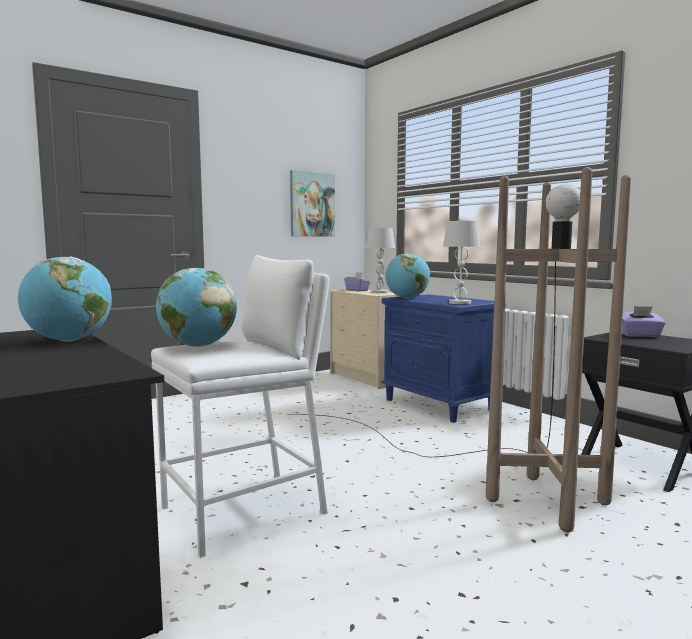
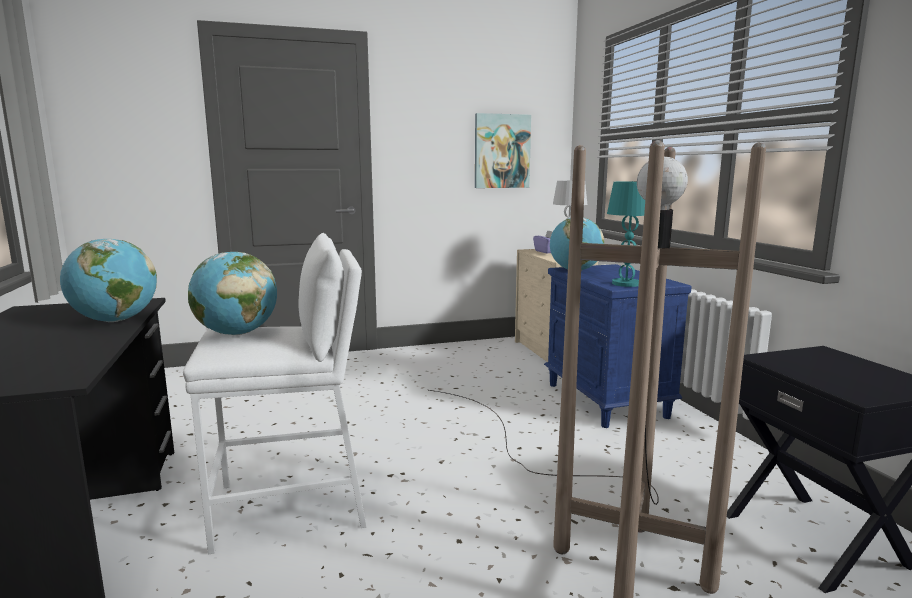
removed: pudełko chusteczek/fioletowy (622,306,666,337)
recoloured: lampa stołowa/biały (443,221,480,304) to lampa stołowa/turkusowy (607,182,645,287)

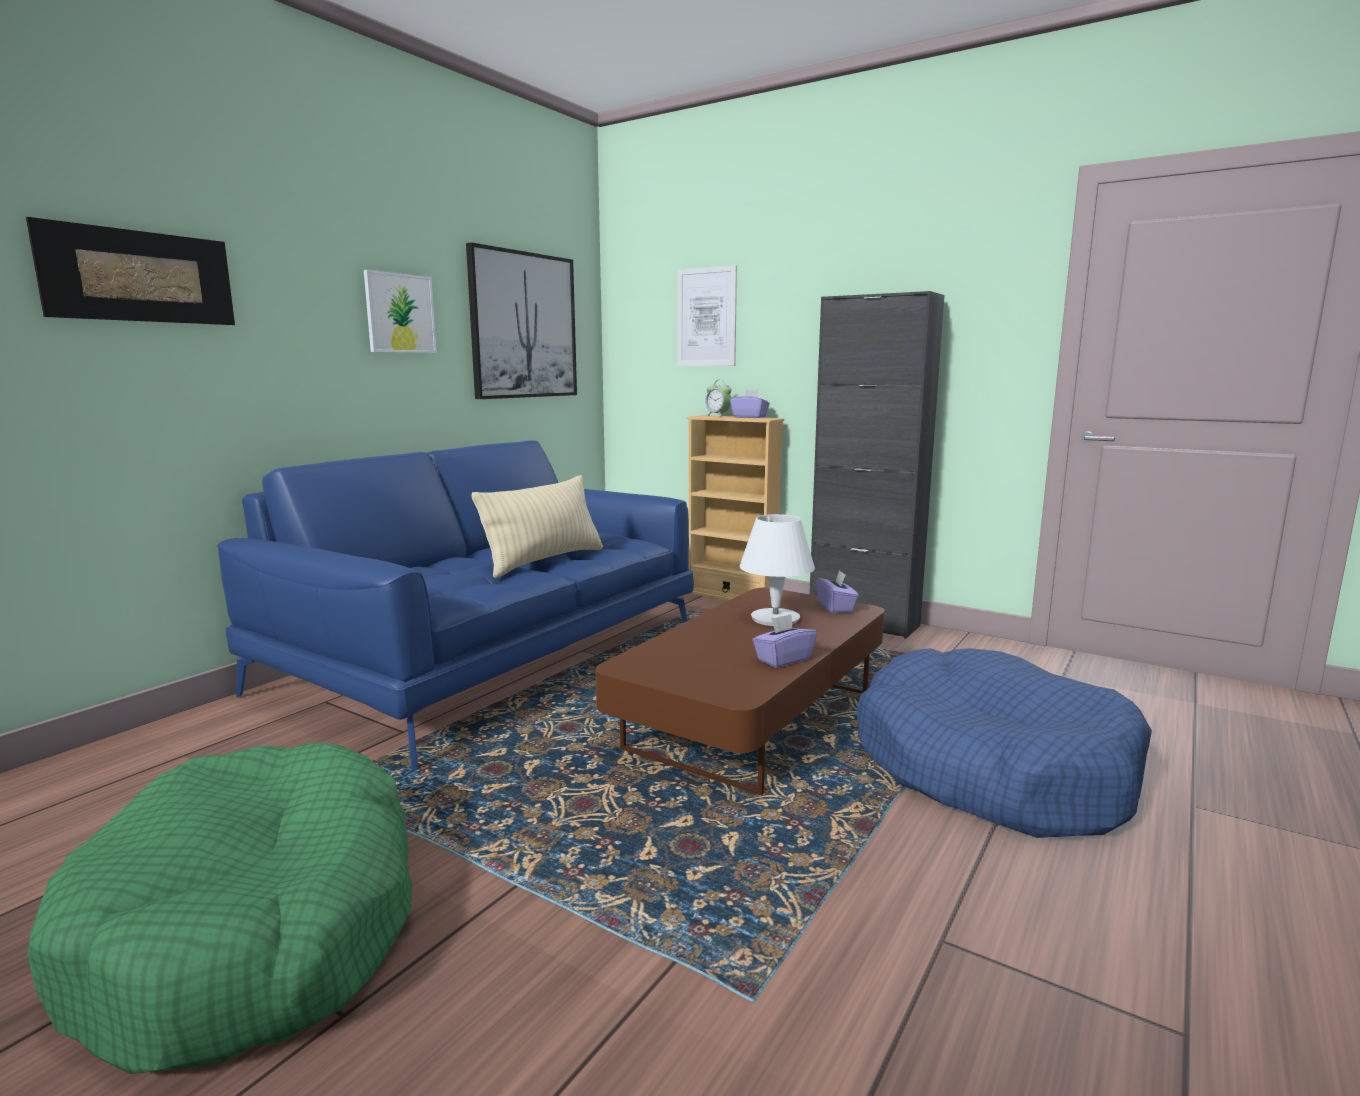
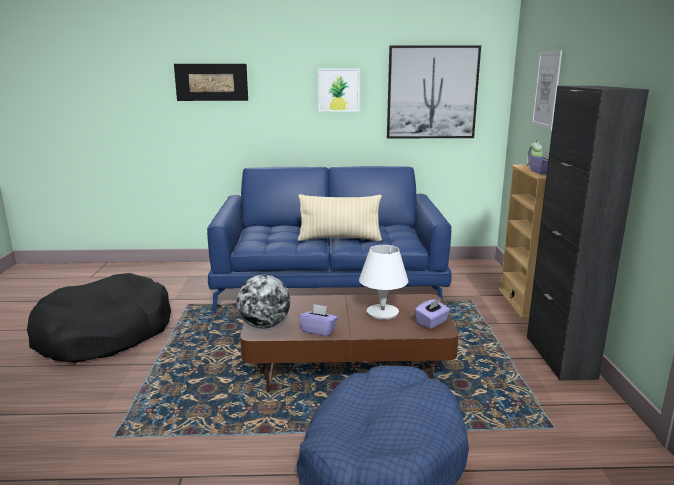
added: globus (236,275,290,329)
recoloured: legowisko/zielony (27,742,412,1074) to legowisko/czarny (27,273,171,363)

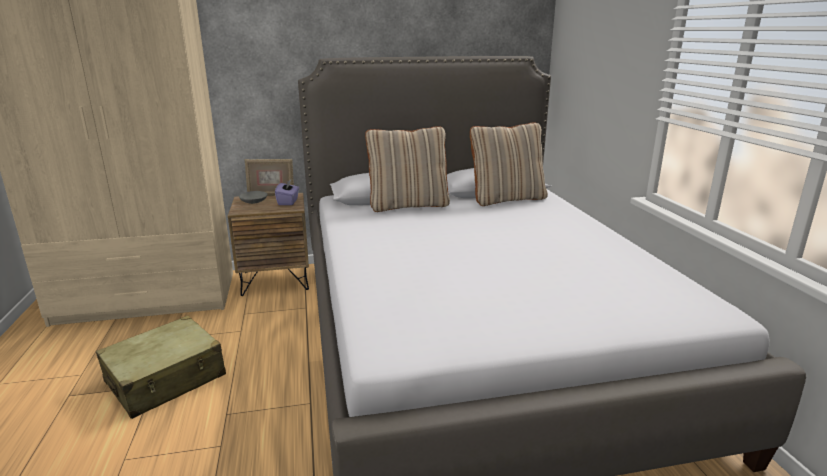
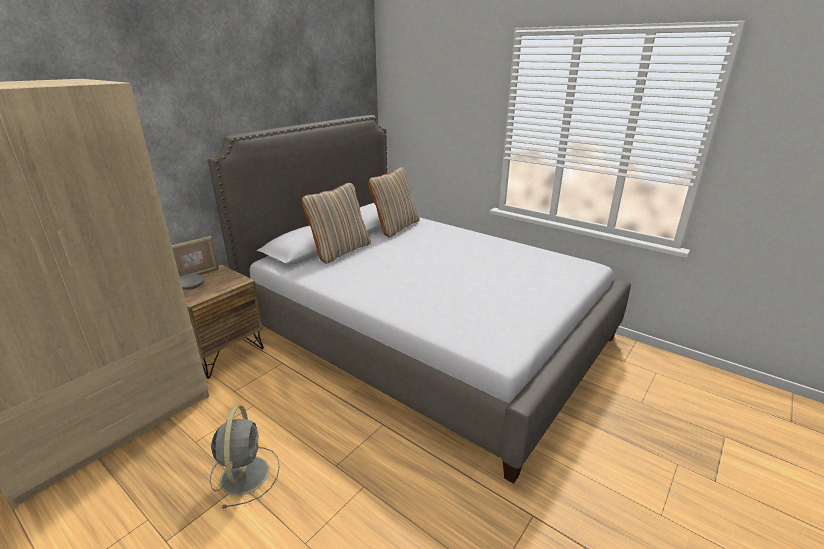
removed: pudełko chusteczek/fioletowy (275,178,299,205)
replaced: walizka/beżowy (96,316,226,419) to wentylator/szary (210,405,280,509)

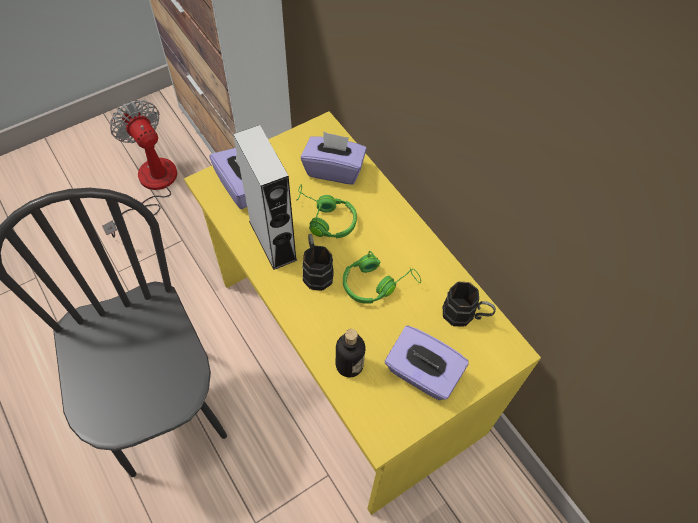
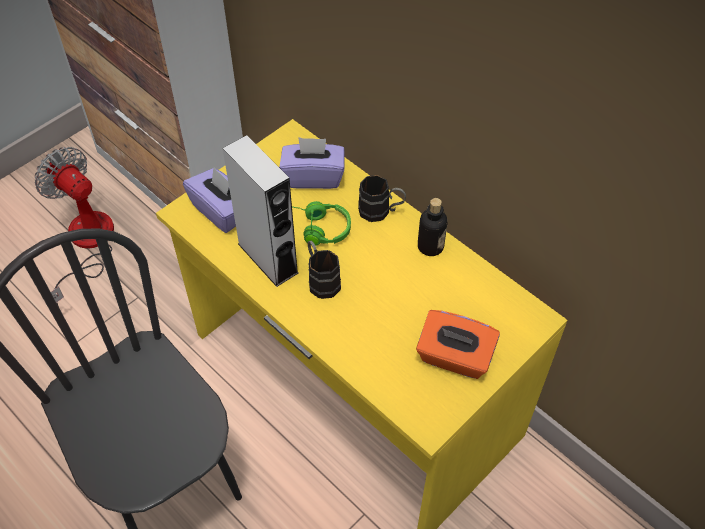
removed: słuchawki/zielony (343,251,421,304)
moved: butelka (336,329,365,377) to (418,198,448,256); kubek/czarny (443,282,496,327) to (358,175,406,222)
recoloured: pudełko chusteczek/fioletowy (385,325,469,400) to pudełko chusteczek/pomarańczowy (416,310,500,379)

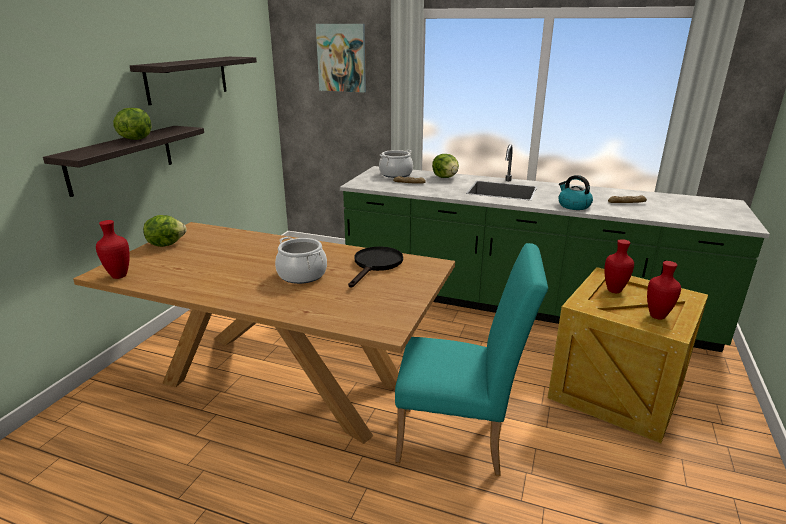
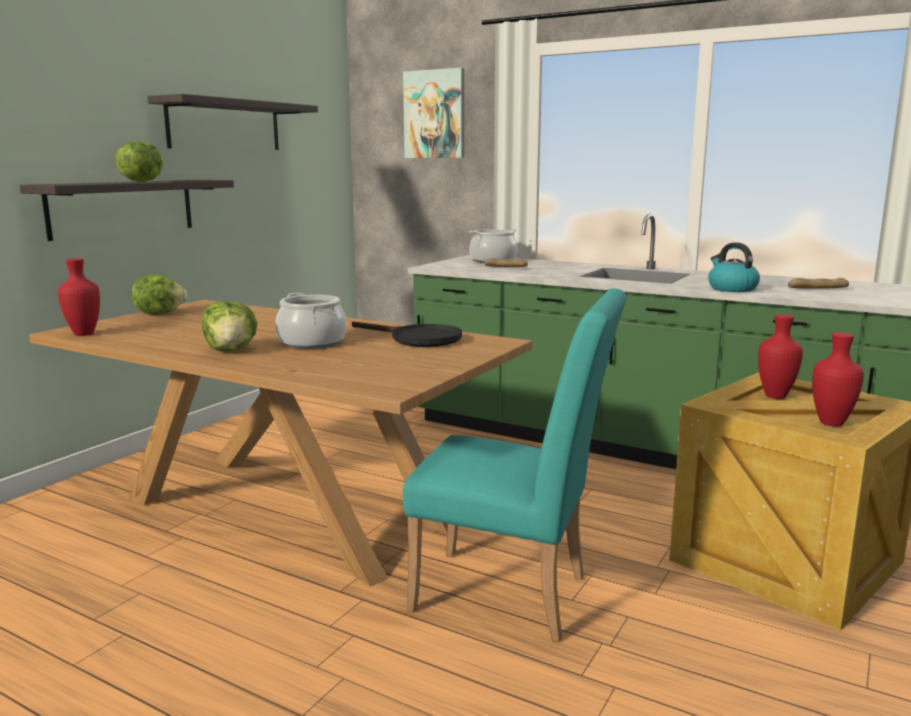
moved: sałata (432,154,459,178) to (202,301,257,351)
turned: patelnia/czarny (348,246,403,288) = (352,322,462,347) 90 degrees clockwise

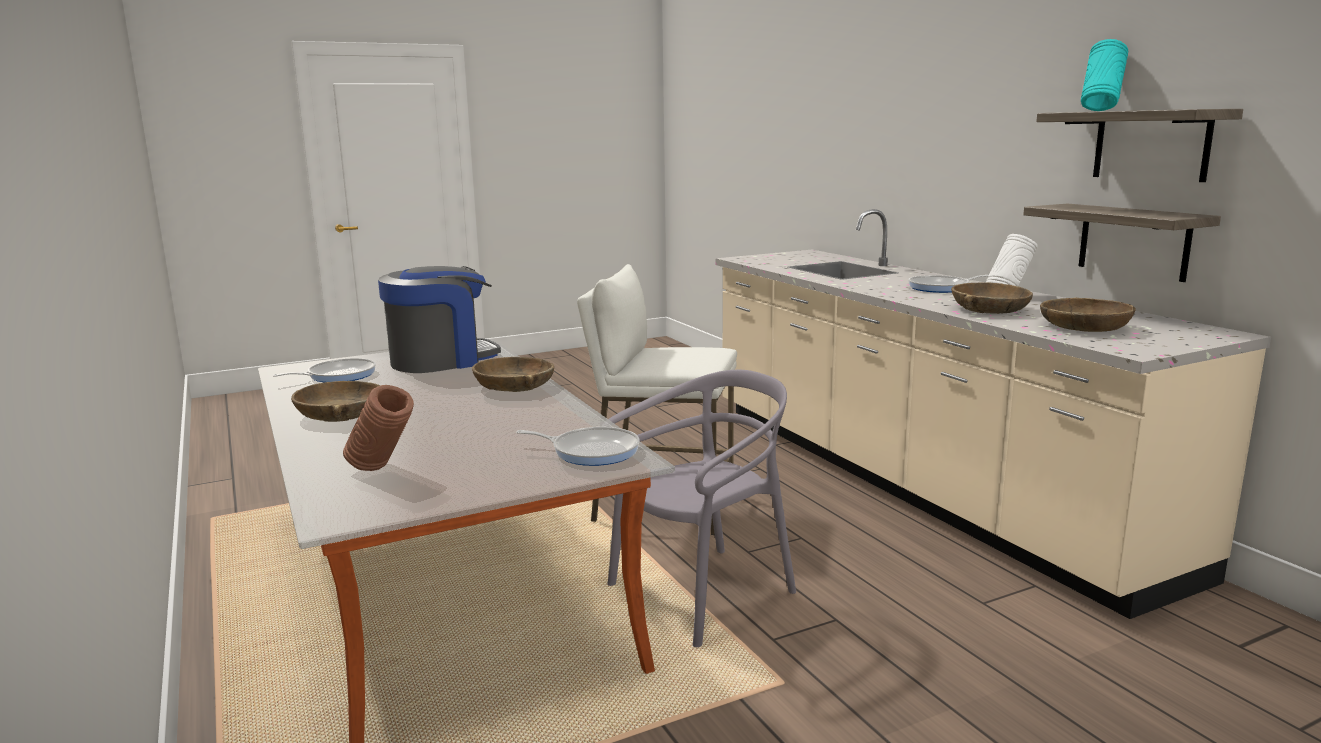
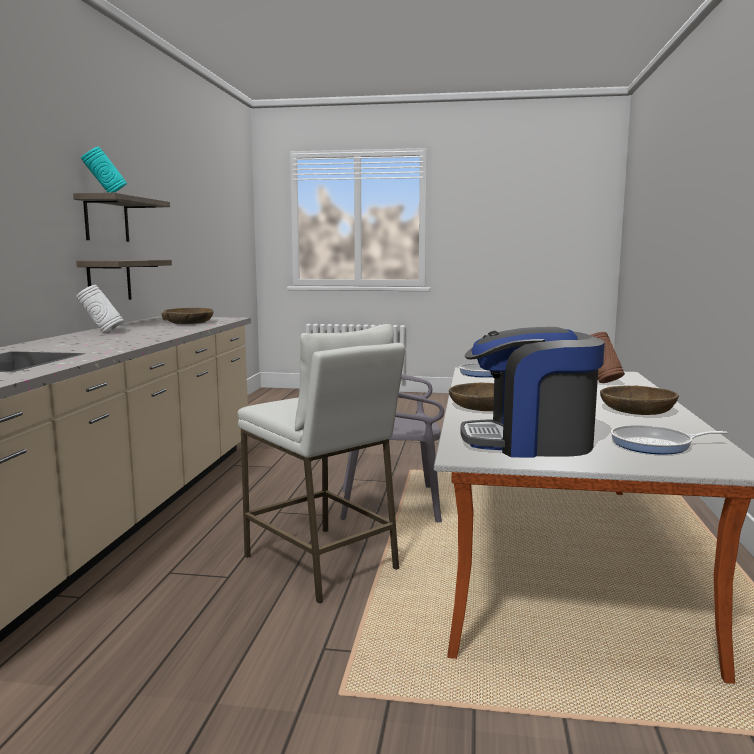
removed: patelnia (908,275,989,293); miska/brązowy (951,282,1033,314)

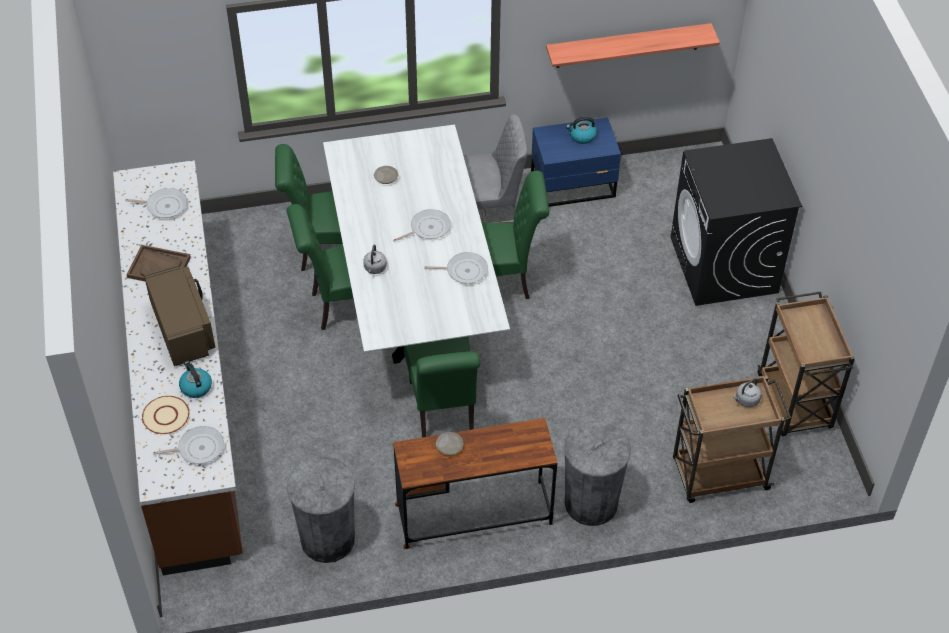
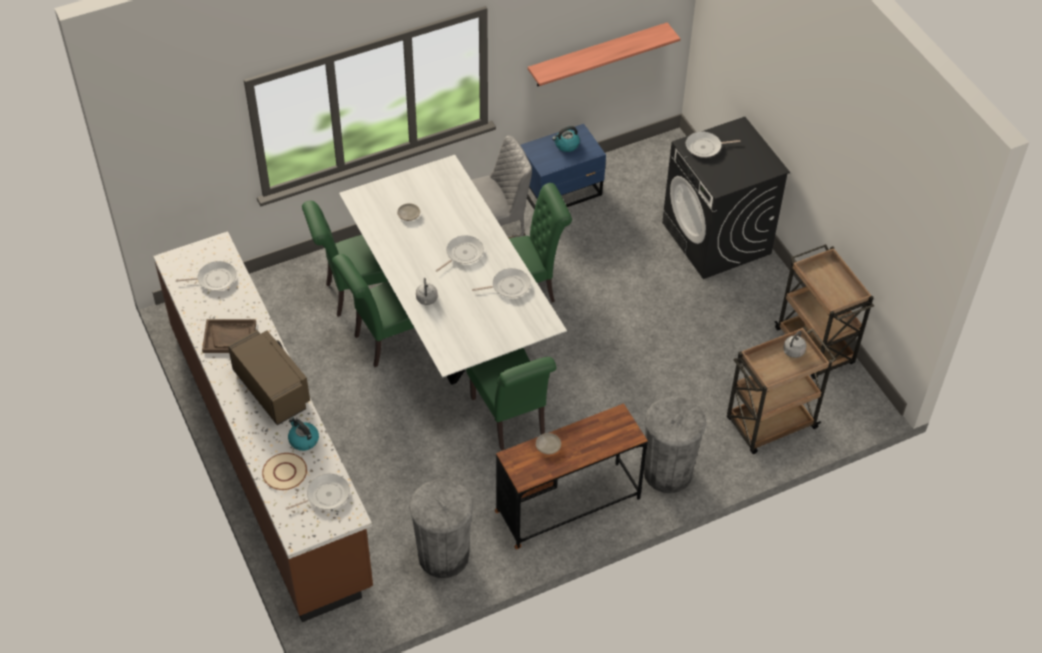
added: patelnia (686,131,741,158)

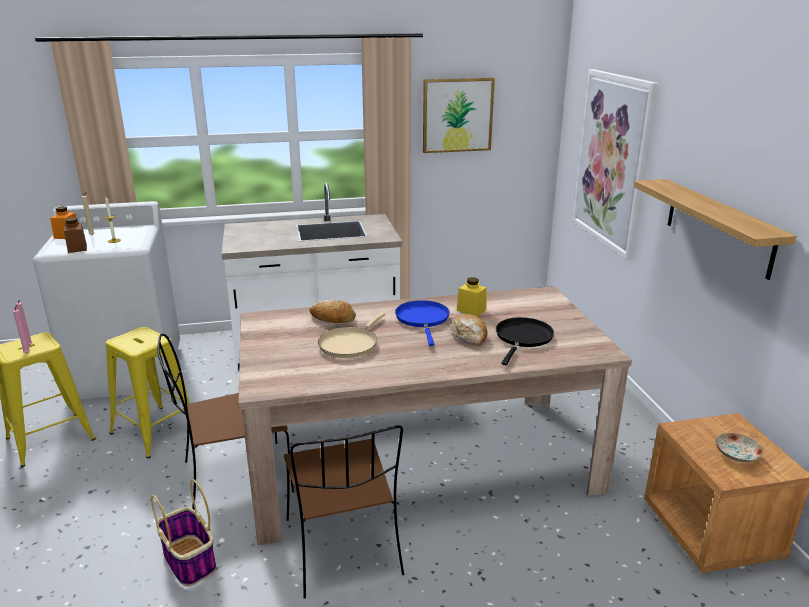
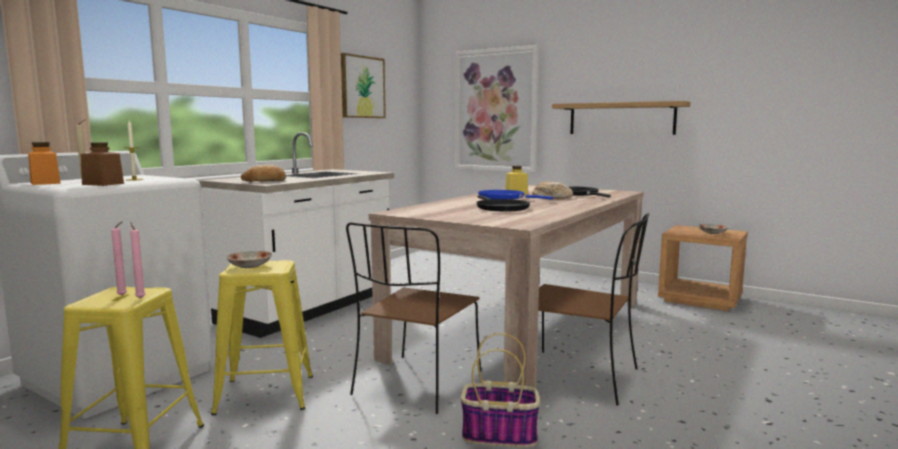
added: talerz (226,251,272,268)
moved: chleb (309,299,356,323) to (241,165,286,181)
recoloured: patelnia/beżowy (318,312,385,358) to patelnia/czarny (476,195,530,211)

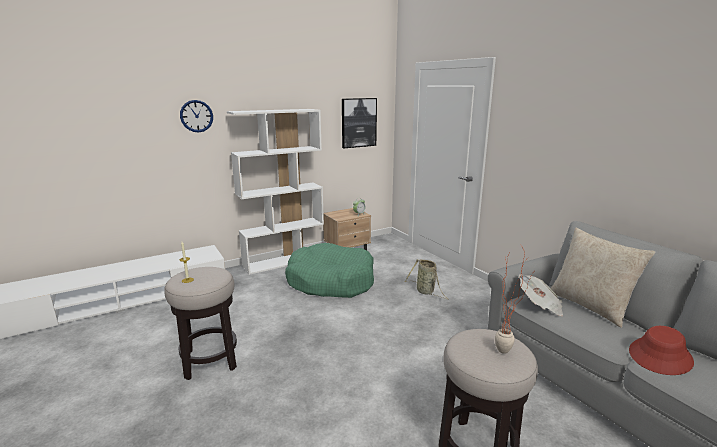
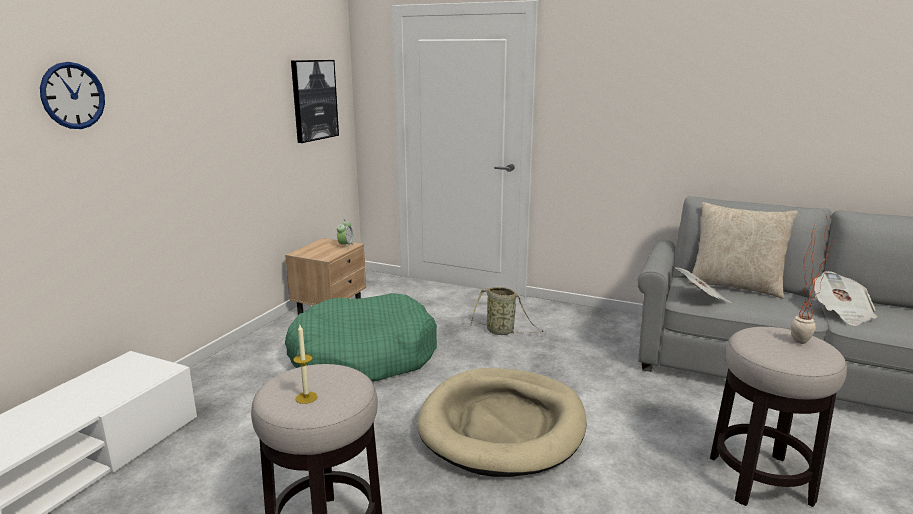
removed: regał/biały (227,109,324,275)
added: legowisko/beżowy (417,368,587,477)
replaced: kapelusz/czerwony (629,326,694,375) to gazeta (813,271,877,326)

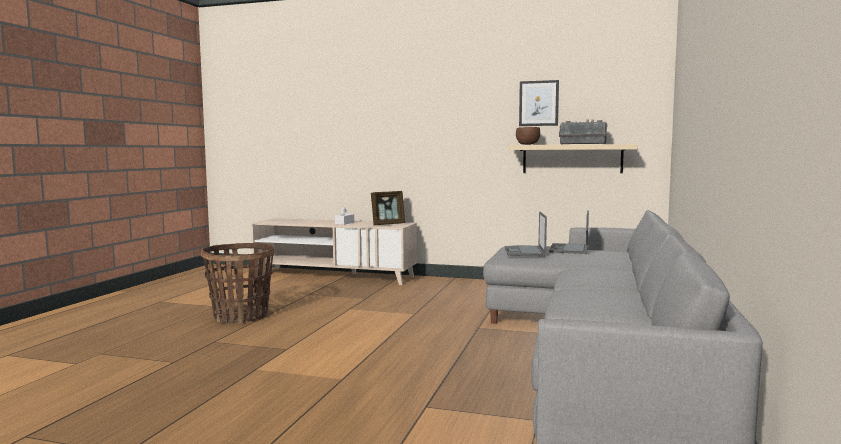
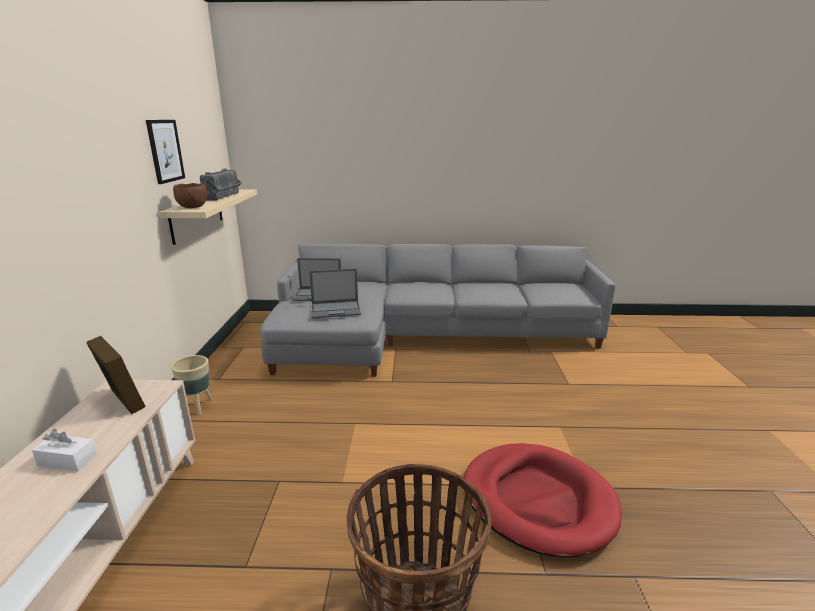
added: donica/beżowy (171,355,213,415); legowisko/czerwony (463,443,622,557)

